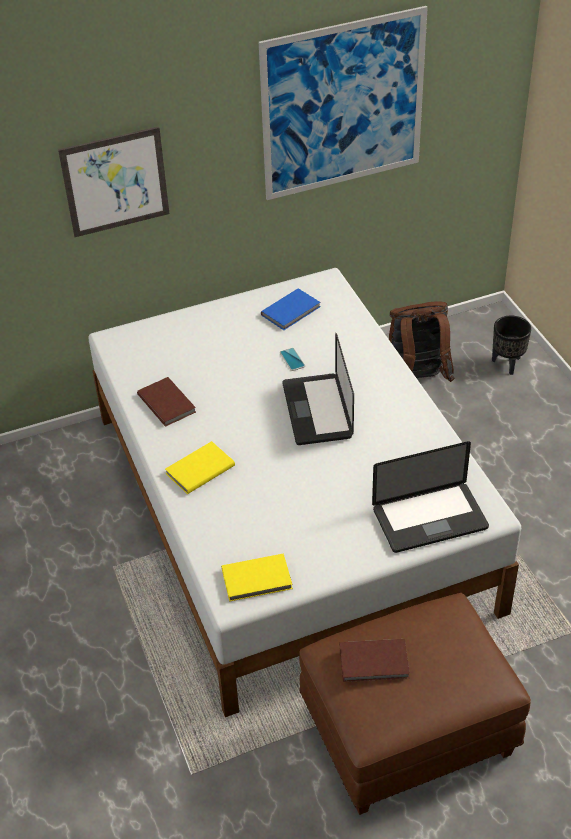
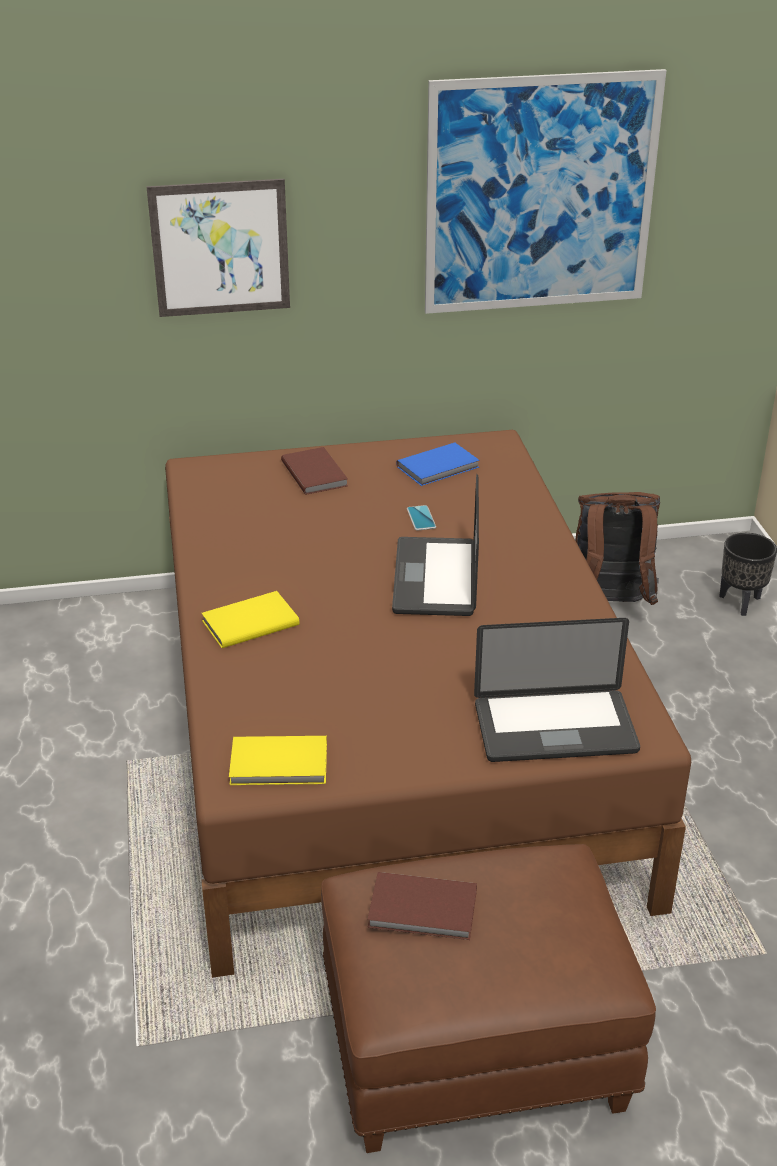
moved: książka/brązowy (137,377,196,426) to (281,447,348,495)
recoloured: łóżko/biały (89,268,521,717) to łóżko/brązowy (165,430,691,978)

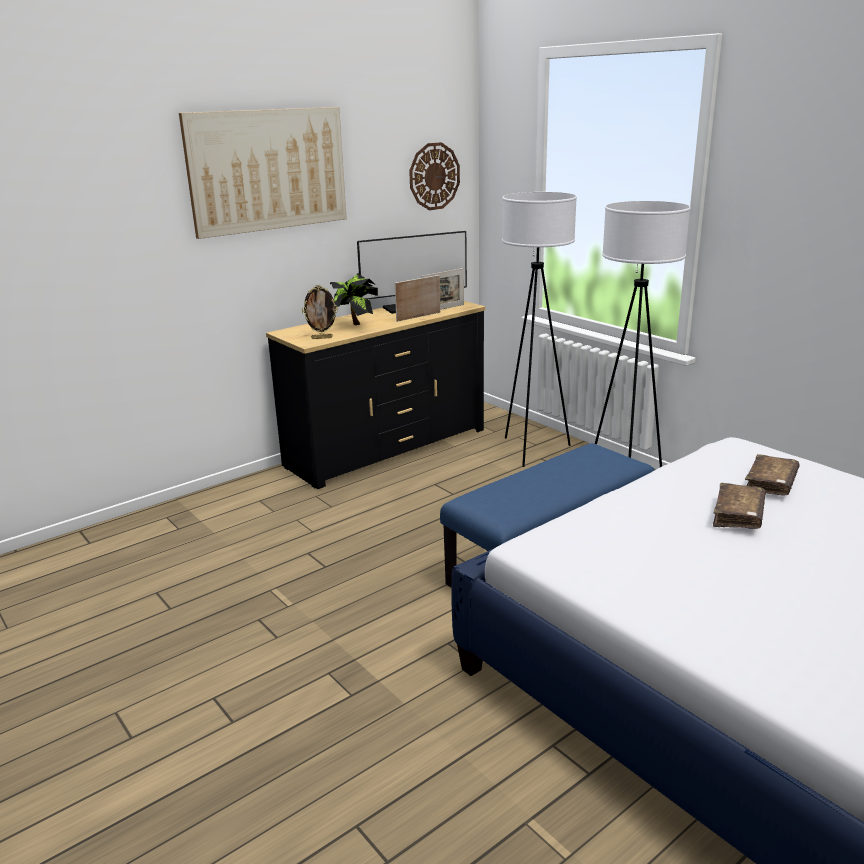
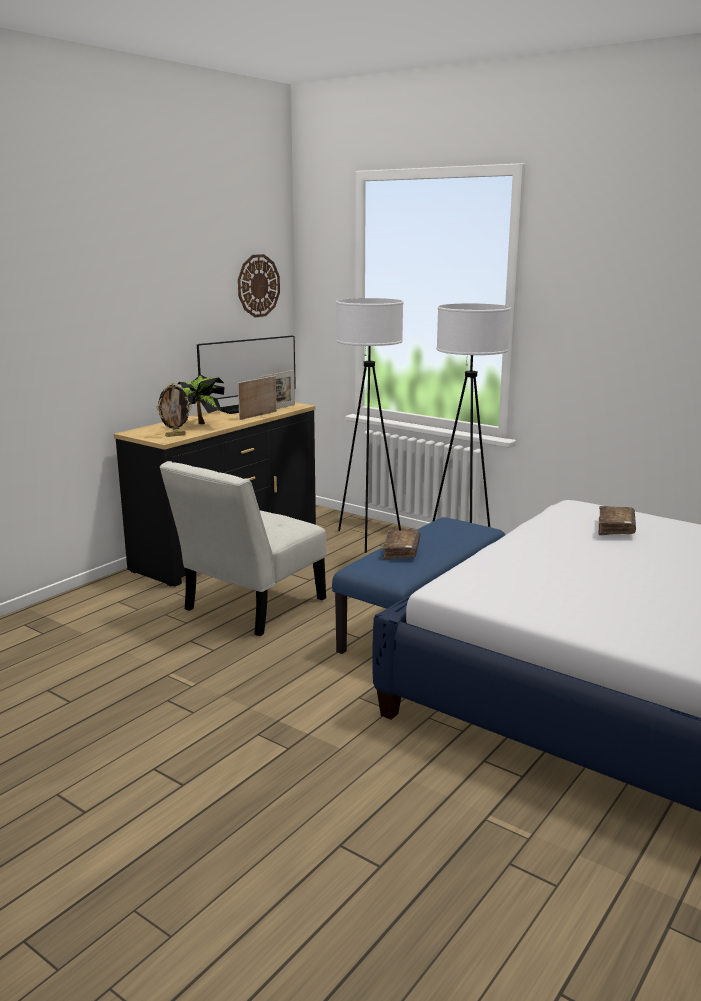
removed: obraz (179,107,347,239)
added: krzesło/biały (160,461,327,636)
moved: książka/brązowy (713,483,766,529) to (382,530,421,560)

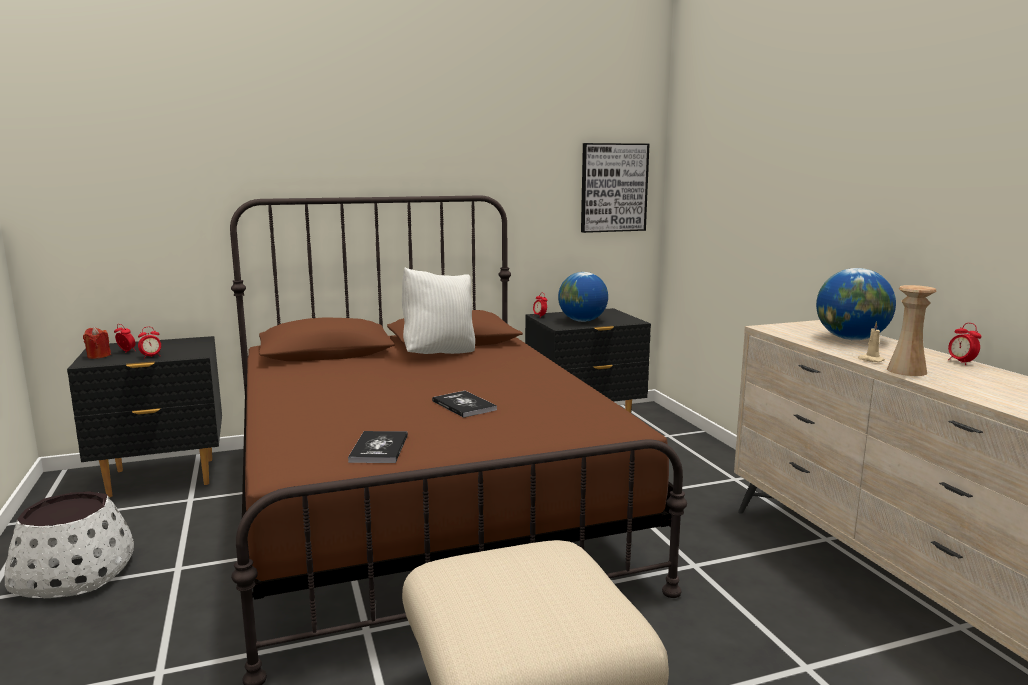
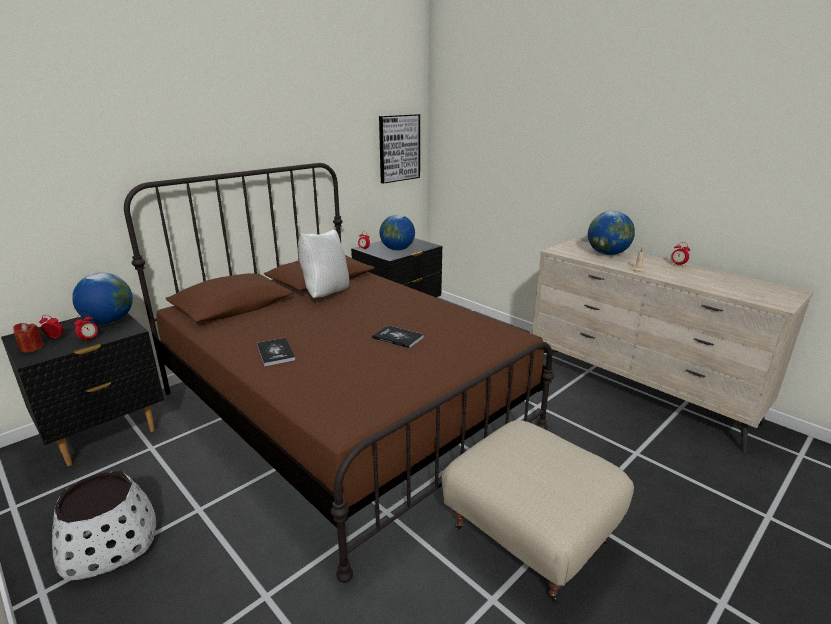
removed: wazon/beżowy (887,285,936,376)
added: globus (72,273,133,324)
moved: książka (348,431,408,463) to (257,338,295,366)

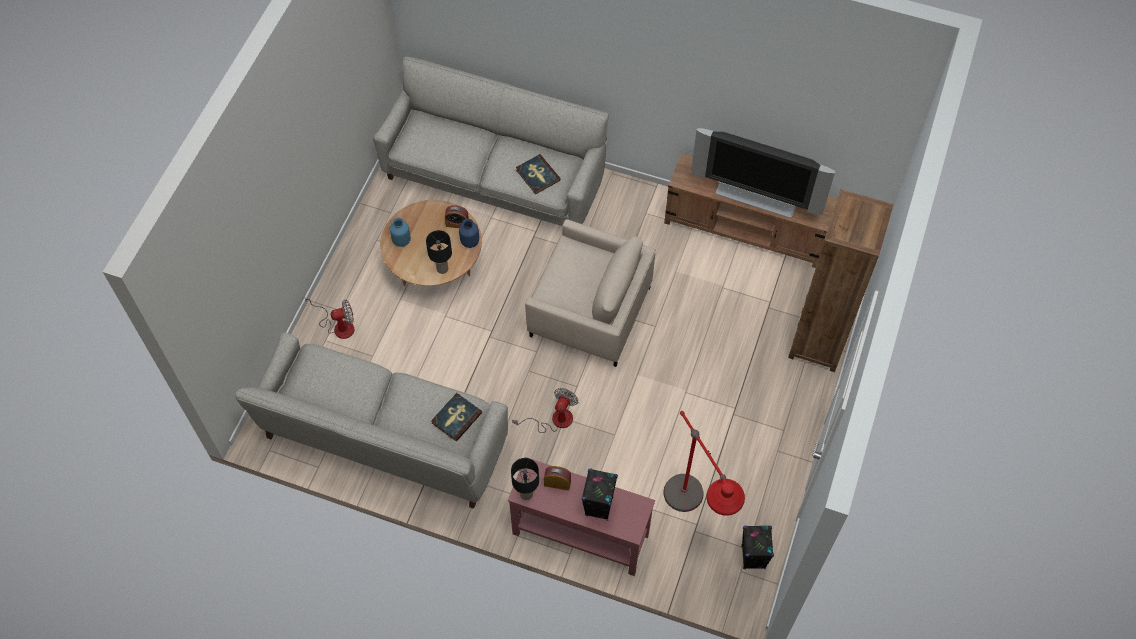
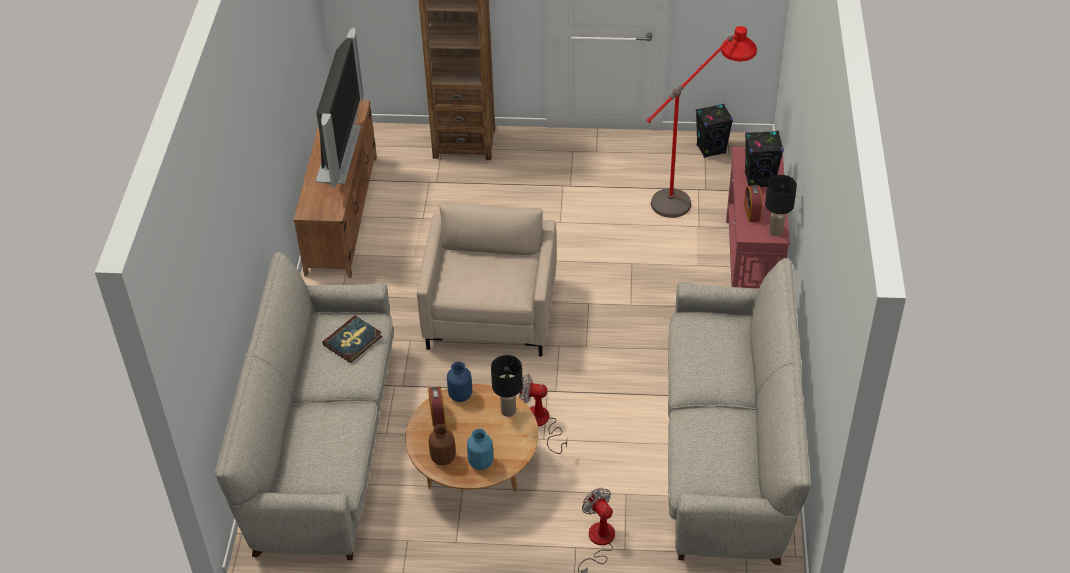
removed: książka (431,393,482,441)
added: wazon/brązowy (429,424,456,465)
moved: wentylator (512,388,578,433) to (519,374,567,454)

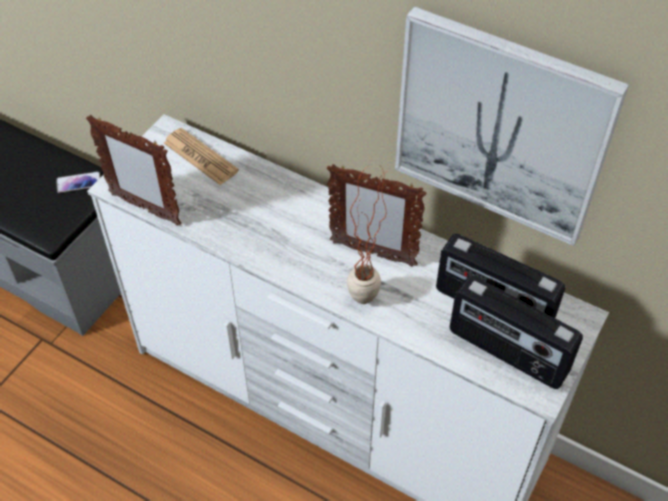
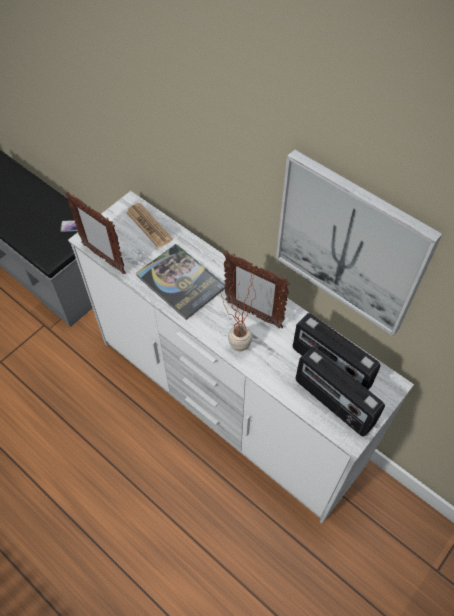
added: książka (136,244,225,320)

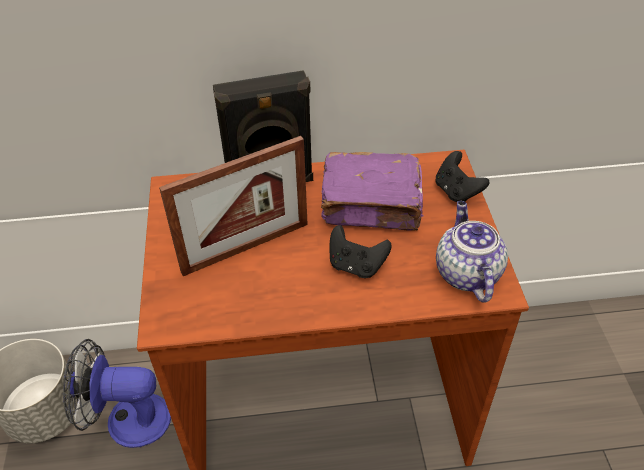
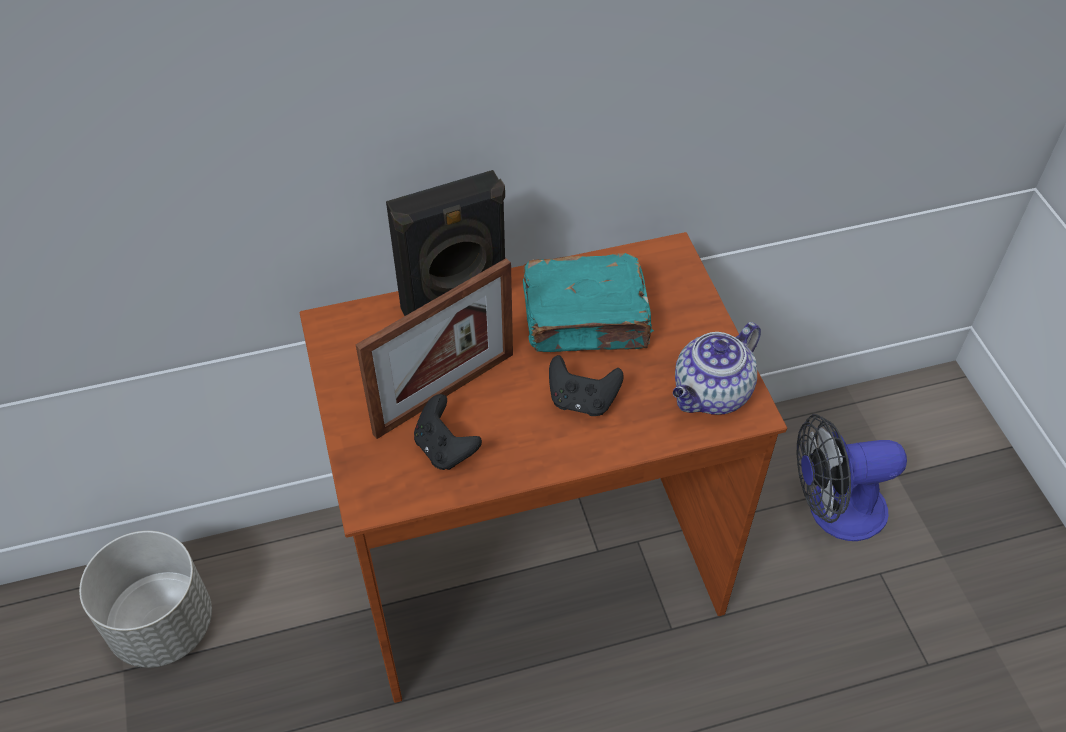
moved: wentylator (63,339,171,448) to (797,414,907,541); pad do gier/czarny (435,151,489,202) to (414,394,482,470)
recoloured: książka/fioletowy (321,152,424,231) to książka/turkusowy (523,253,654,352)
turned: imbryk (436,201,508,303) = (673,322,761,415) 120 degrees counterclockwise

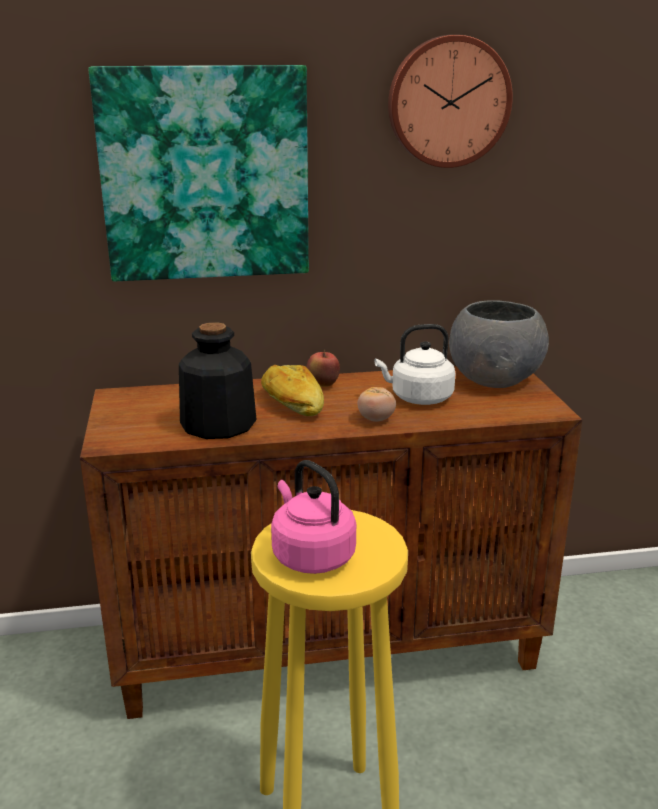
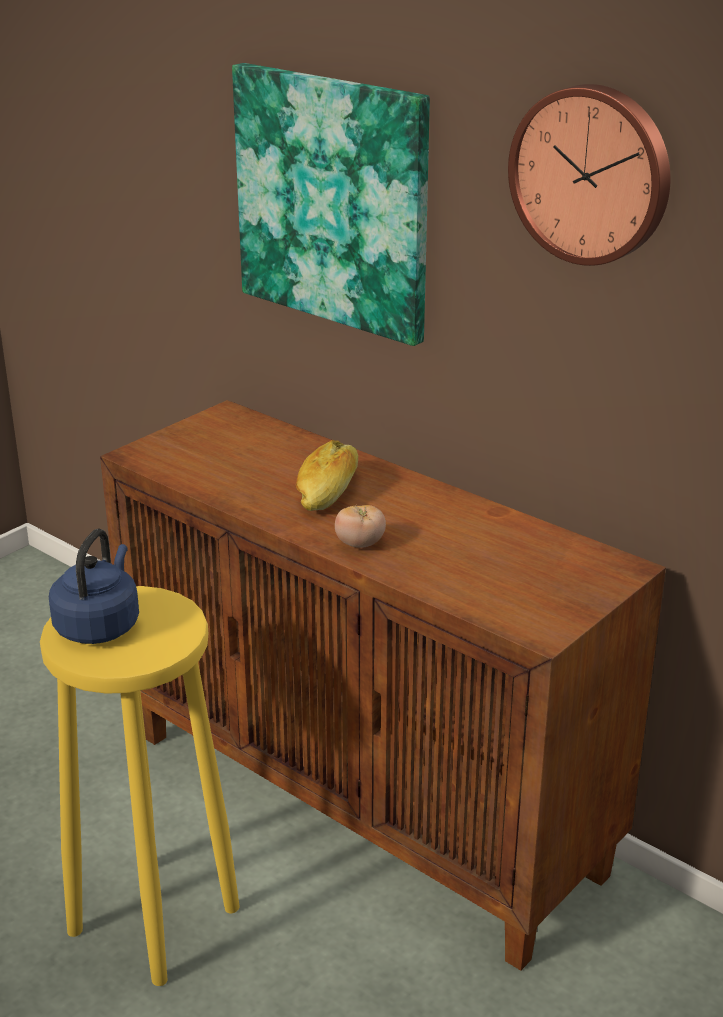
removed: butelka (179,322,257,439); jabłko (306,350,340,387); czajnik/biały (375,324,456,405); miska/szary (449,300,549,388)
recoloured: czajnik/różowy (271,460,356,574) to czajnik/niebieski (49,529,139,644)

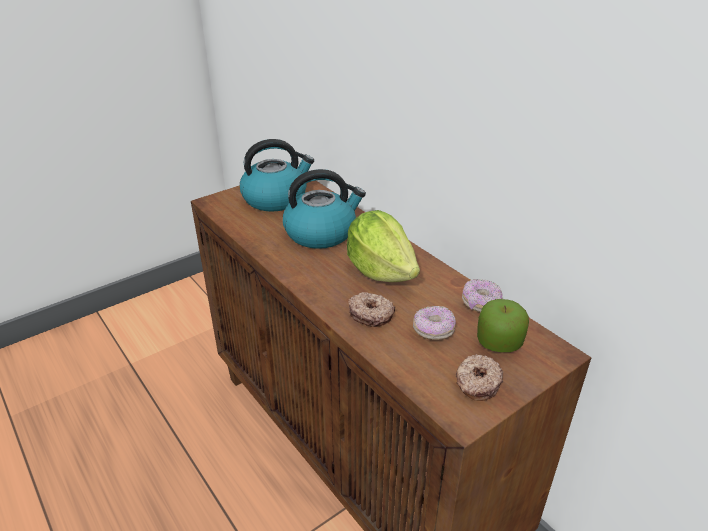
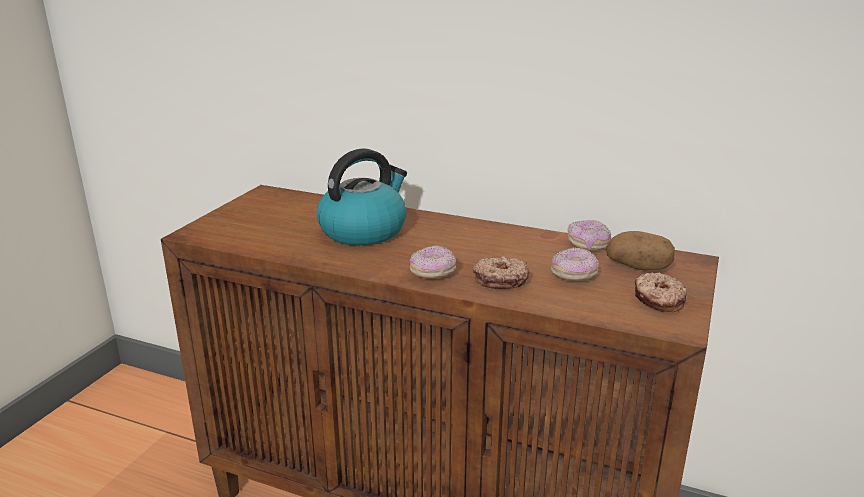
removed: czajnik (240,139,314,212); sałata (347,210,420,282)
added: donut (410,245,456,279)
replaced: jabłko (477,299,529,352) to ziemniak (606,231,675,270)

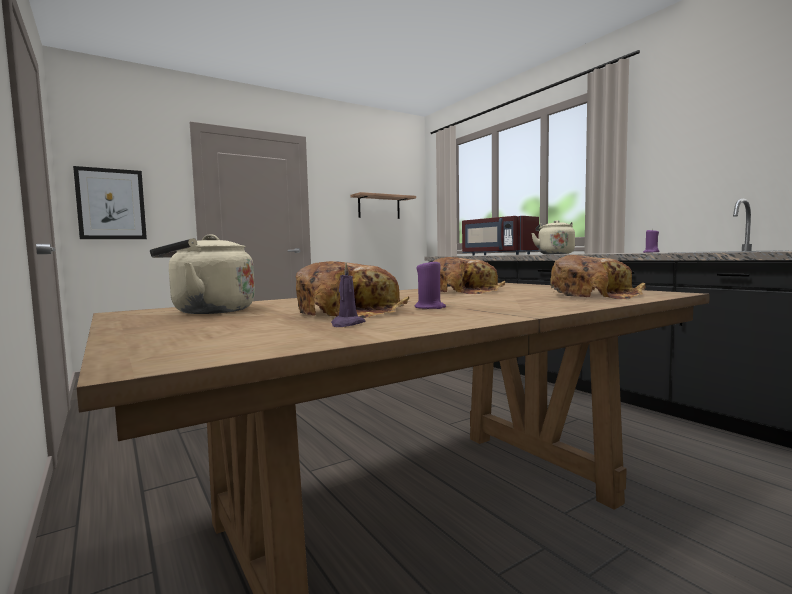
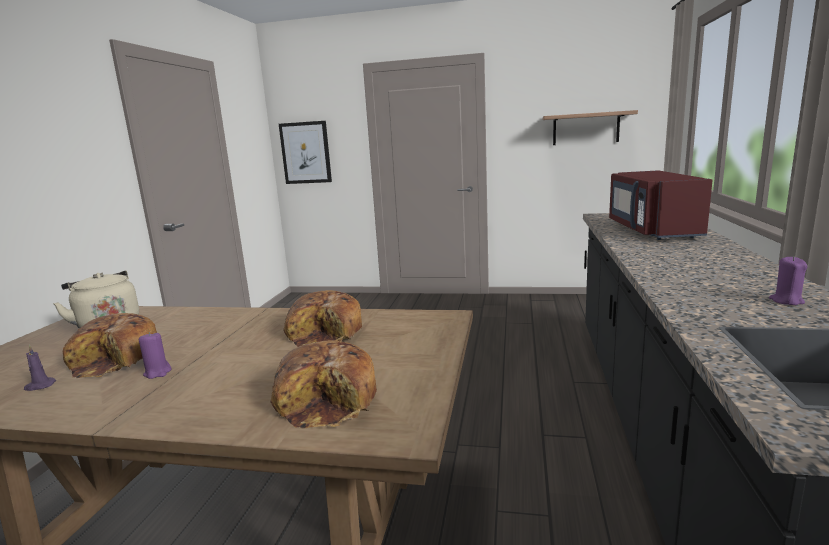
removed: czajnik/beżowy (531,220,575,254)

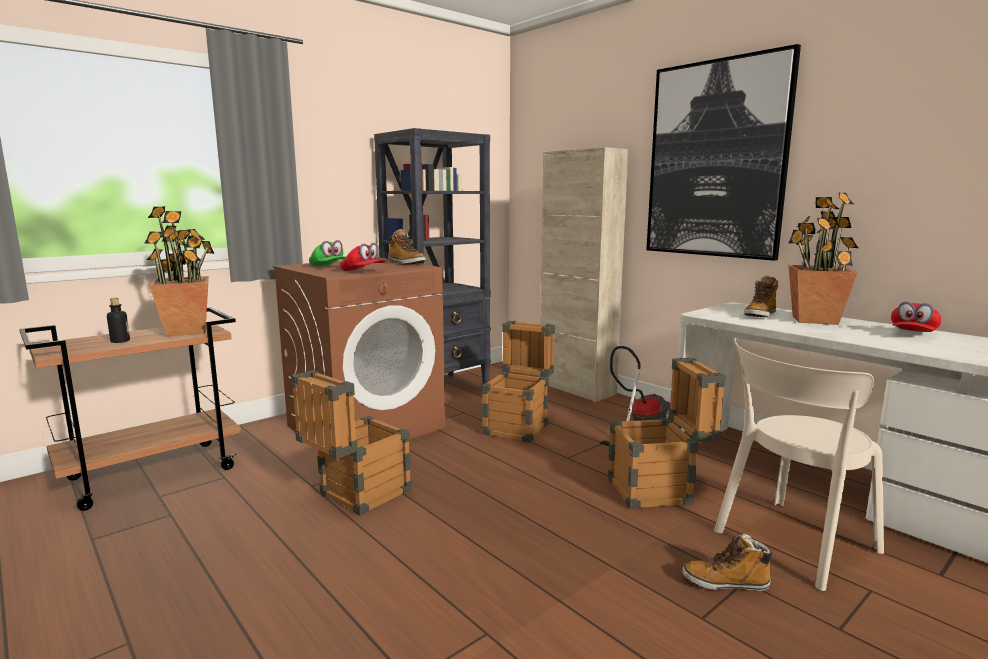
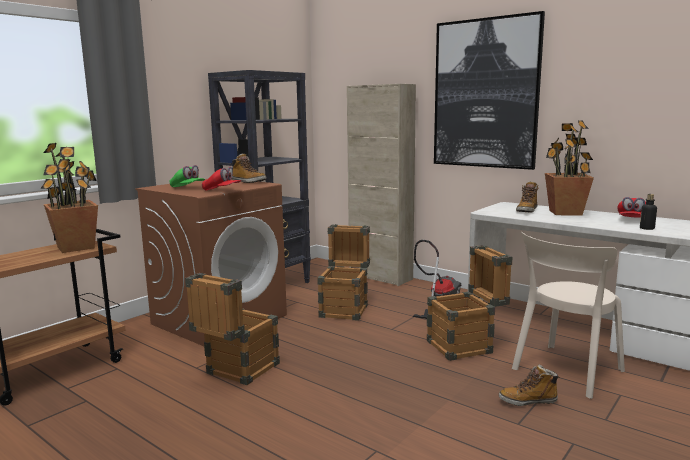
moved: butelka (107,298,130,343) to (640,194,657,230)

